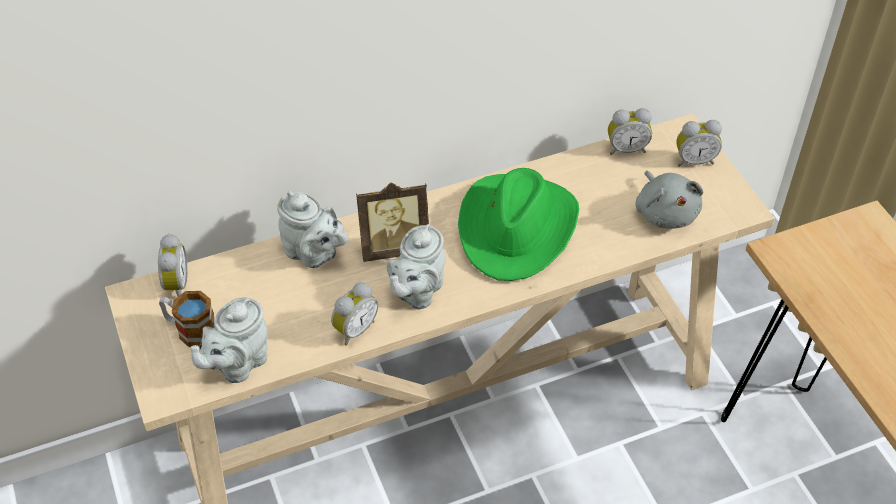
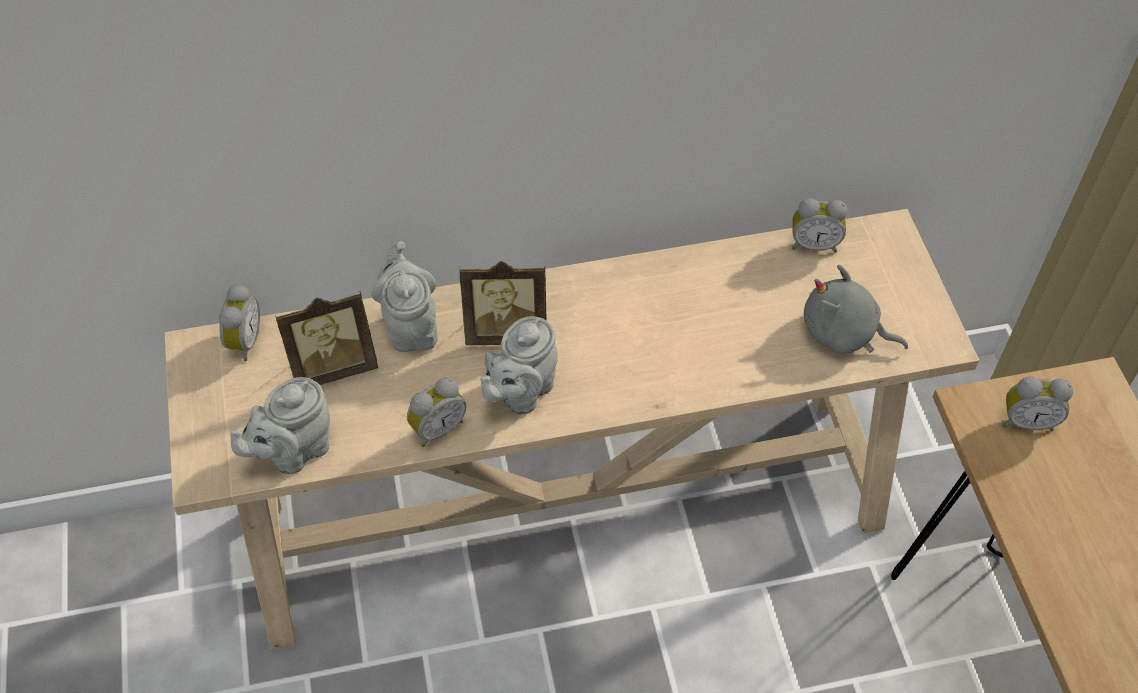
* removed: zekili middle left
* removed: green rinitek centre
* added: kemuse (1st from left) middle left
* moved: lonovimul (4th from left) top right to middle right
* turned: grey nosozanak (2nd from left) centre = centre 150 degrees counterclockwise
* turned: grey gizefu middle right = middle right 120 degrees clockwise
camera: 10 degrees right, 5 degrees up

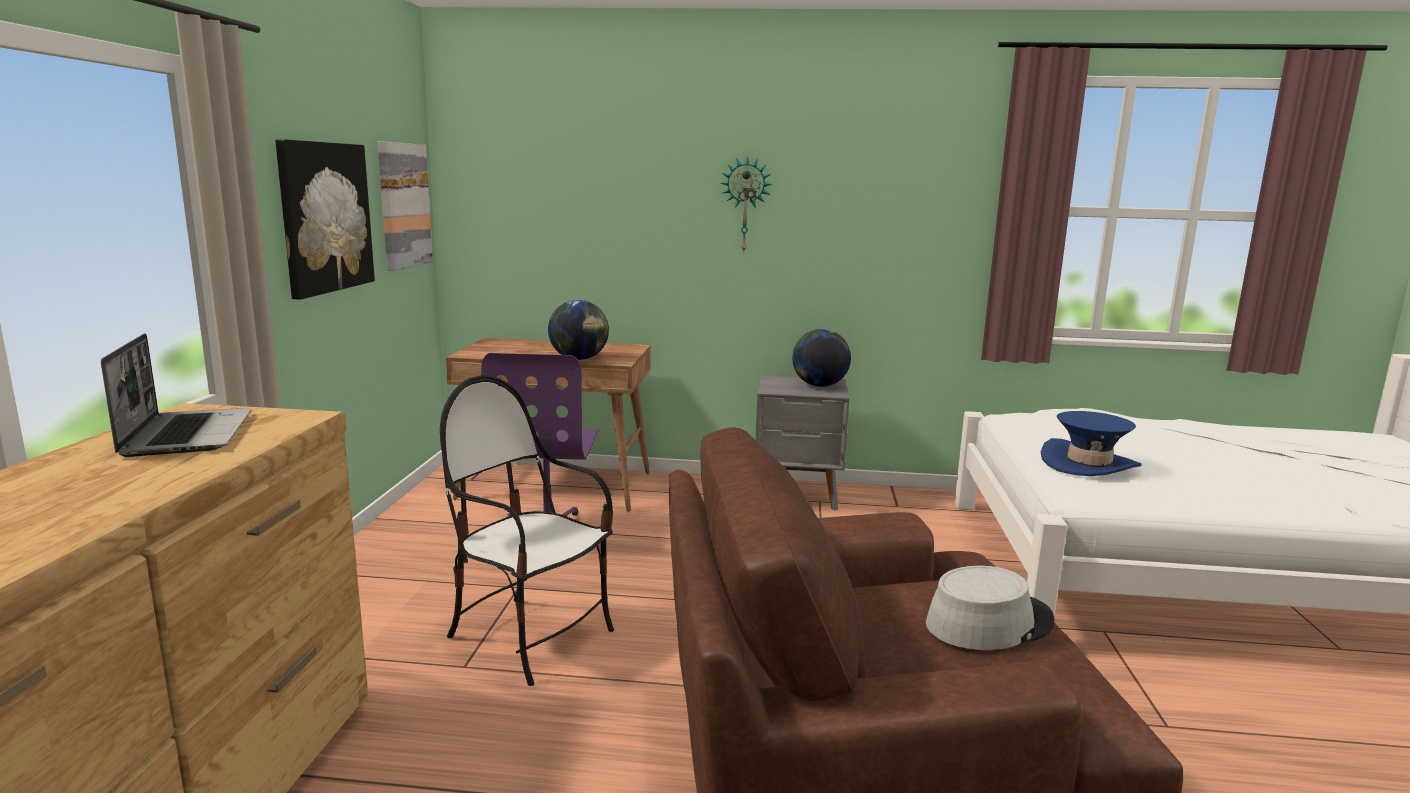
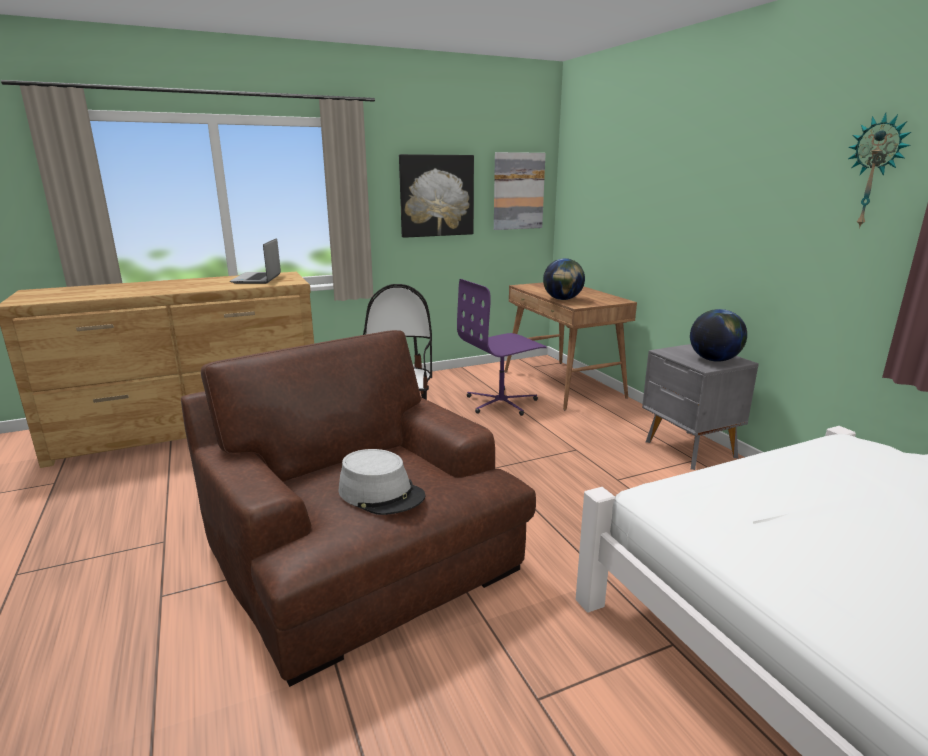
* removed: blue rinitek middle right
* moved: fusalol top centre to top right
* turned: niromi middle left = middle left 135 degrees clockwise
camera: 60 degrees right, 5 degrees up

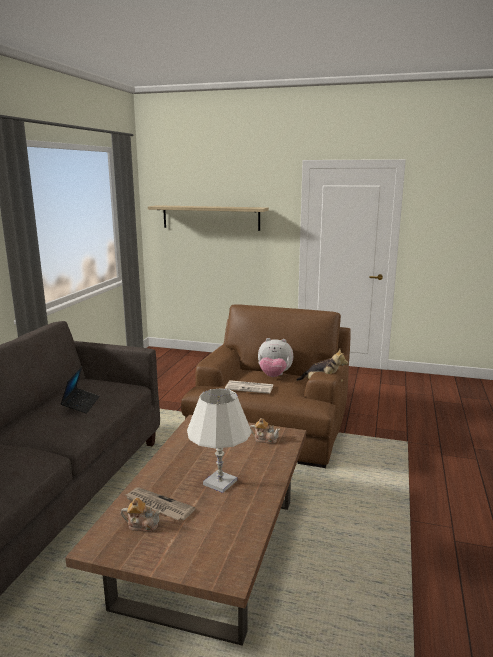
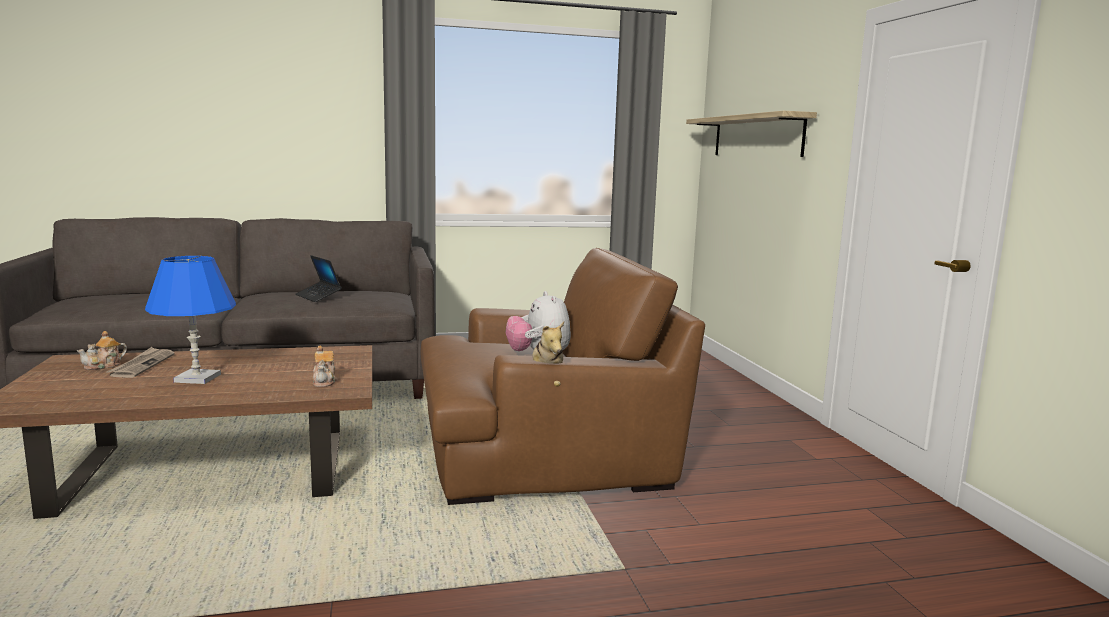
* removed: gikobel (2nd from left) centre
* recoloured: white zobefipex bottom centre to blue zobefipex middle left
* turned: niromi middle left = middle left 75 degrees clockwise
* turned: nosozanak (1st from left) bottom left = middle left 60 degrees clockwise
camera: 60 degrees right, 5 degrees down

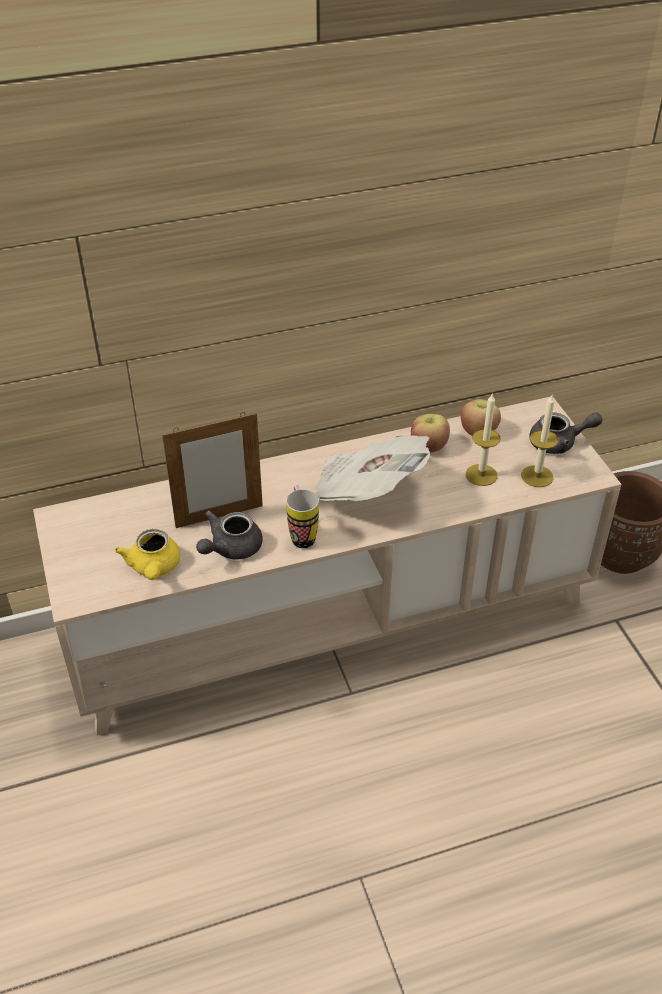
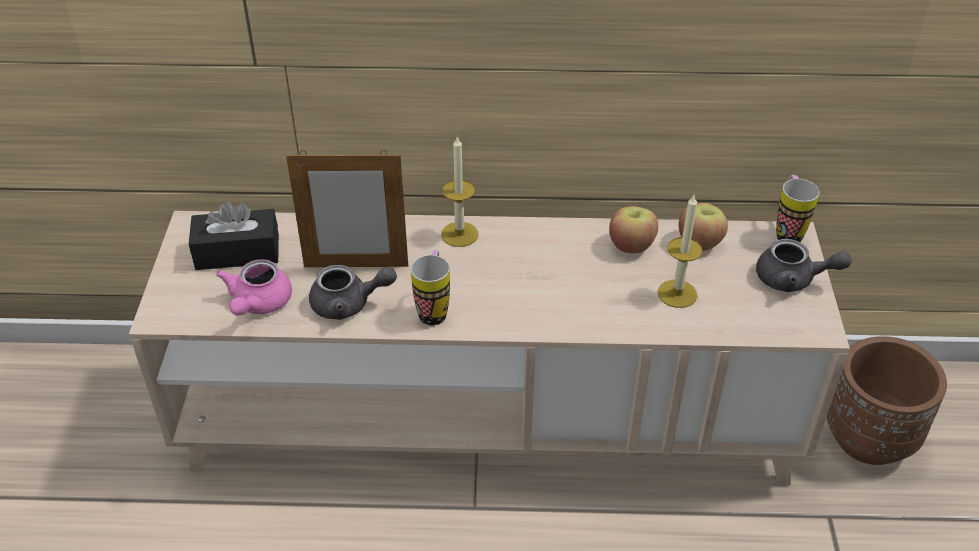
* removed: gikobel centre
* added: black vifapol middle left
* added: zekili (2nd from left) middle right
* moved: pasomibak (2nd from left in the first image) middle right to pasomibak (1st from left) centre
* recoloured: yellow nosozanak middle left to pink nosozanak middle left
* turned: grey nosozanak (1st from left) centre = centre 150 degrees counterclockwise
camera: 20 degrees right, 0 degrees up

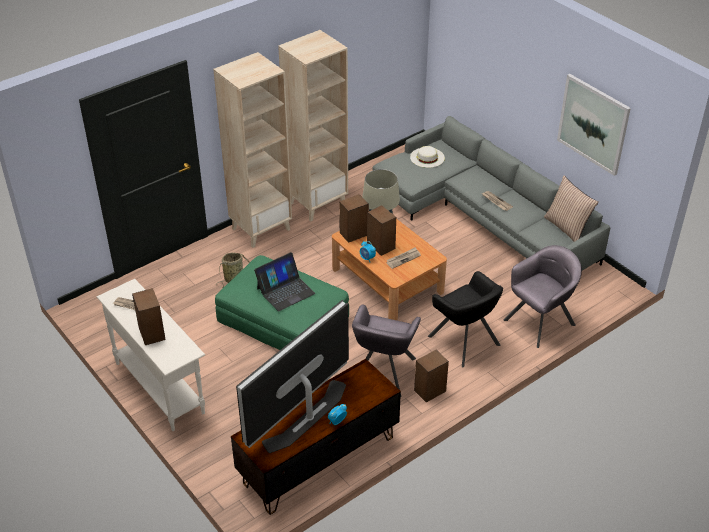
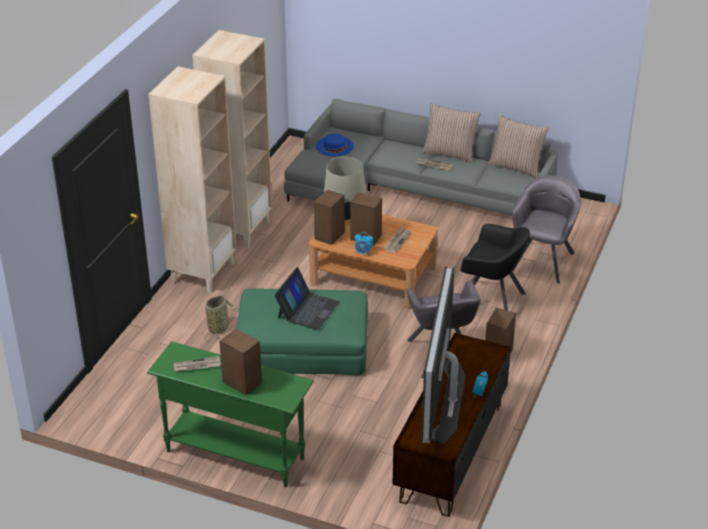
* removed: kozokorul top right
* added: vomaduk (1st from left) top centre
* recoloured: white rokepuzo bottom left to green rokepuzo bottom left
* recoloured: white rinitek top centre to blue rinitek top centre
camera: 30 degrees left, 5 degrees down

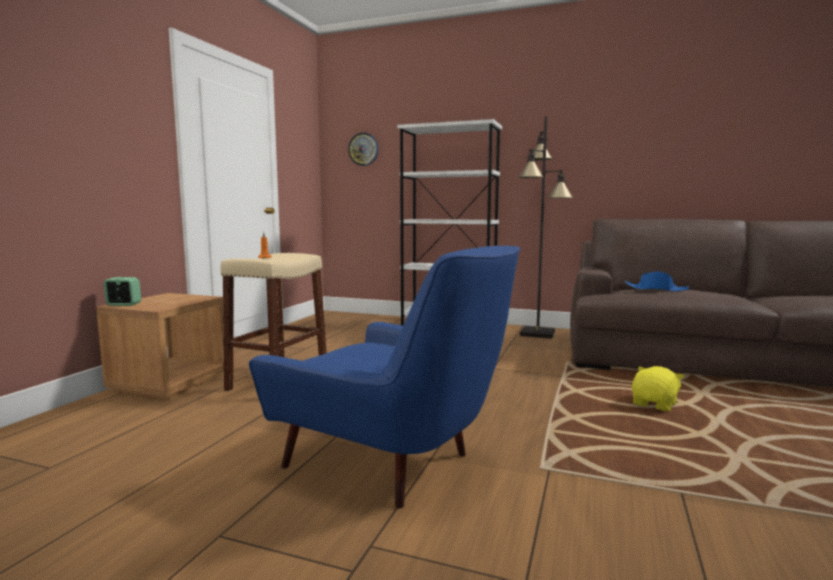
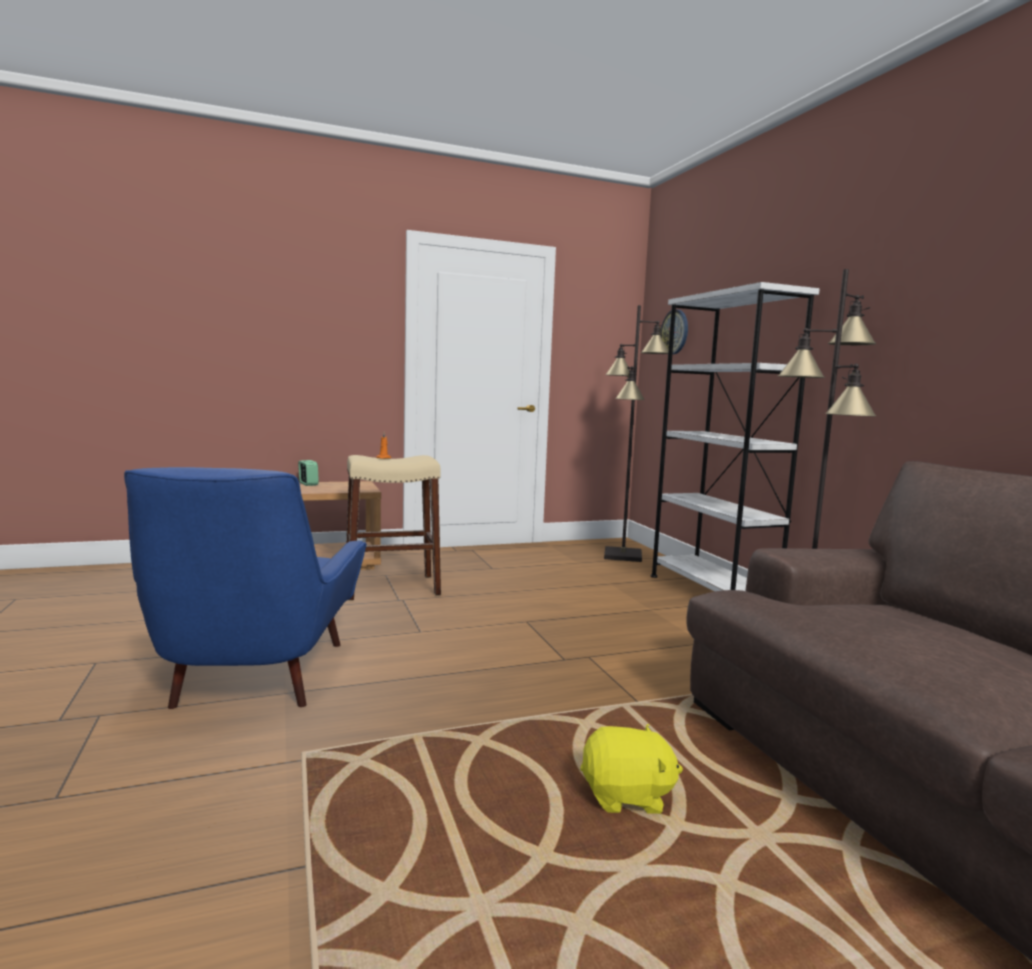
* removed: blue rinitek middle right
* added: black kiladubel (1st from left) centre
camera: 50 degrees right, 0 degrees up

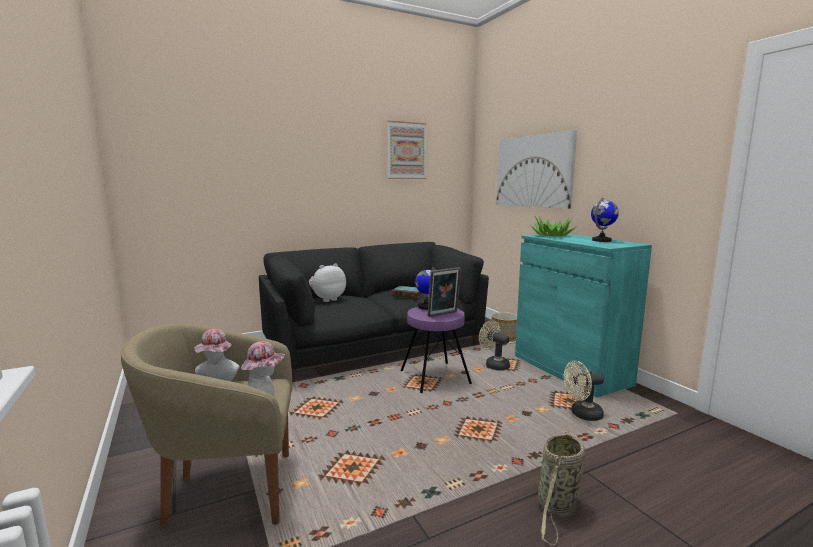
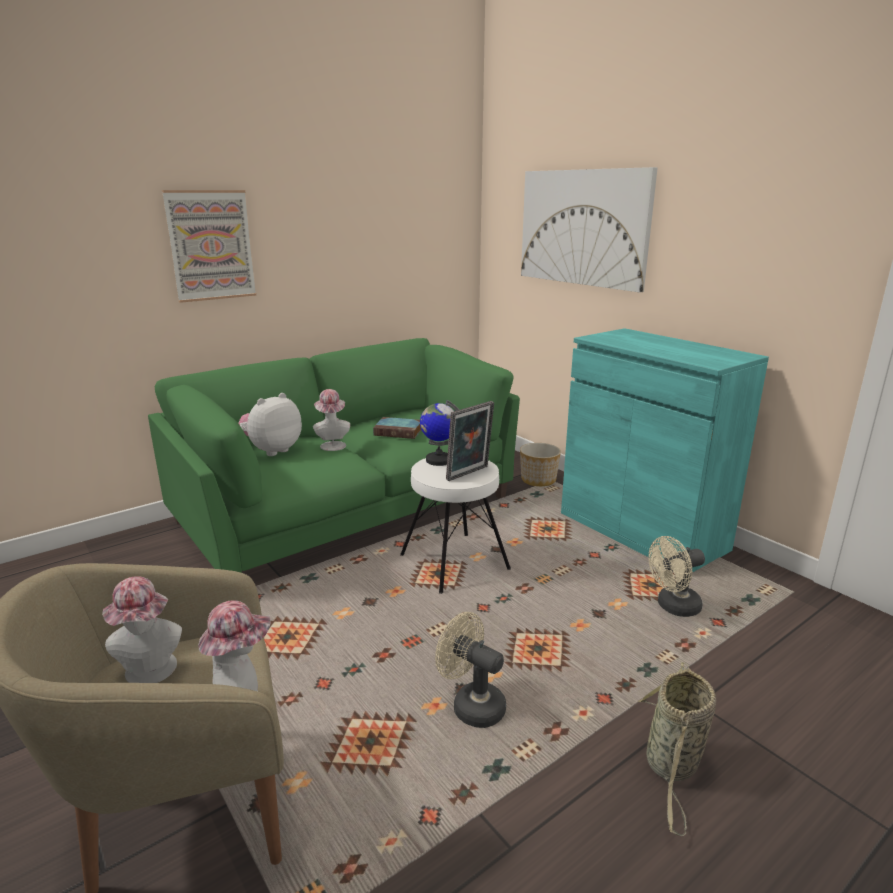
* removed: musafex middle right
* removed: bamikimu (2nd from left) middle right
* added: rinitek (3rd from left) centre
* moved: kozokorul (1st from left) top centre to top left
* moved: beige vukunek (1st from left) centre to bottom centre
* recoloured: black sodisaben centre to green sodisaben centre
* recoloured: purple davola centre to white davola centre
camera: 10 degrees left, 10 degrees up

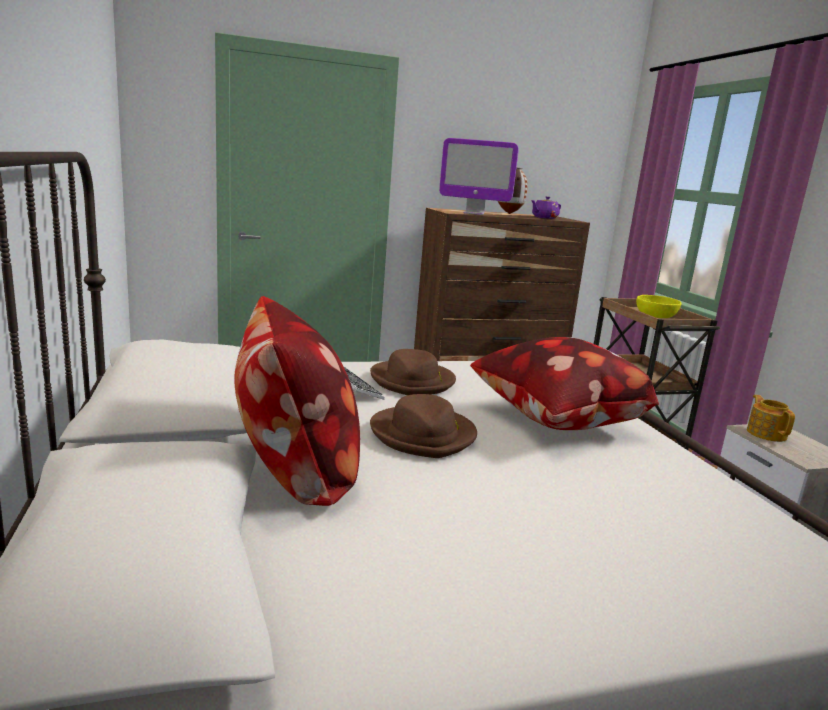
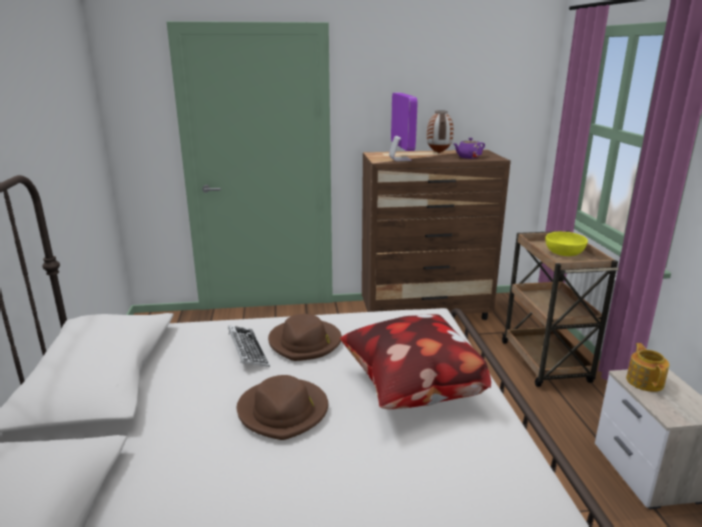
* removed: vomaduk (1st from left) centre
* turned: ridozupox top centre = top centre 120 degrees counterclockwise
camera: 10 degrees right, 5 degrees up

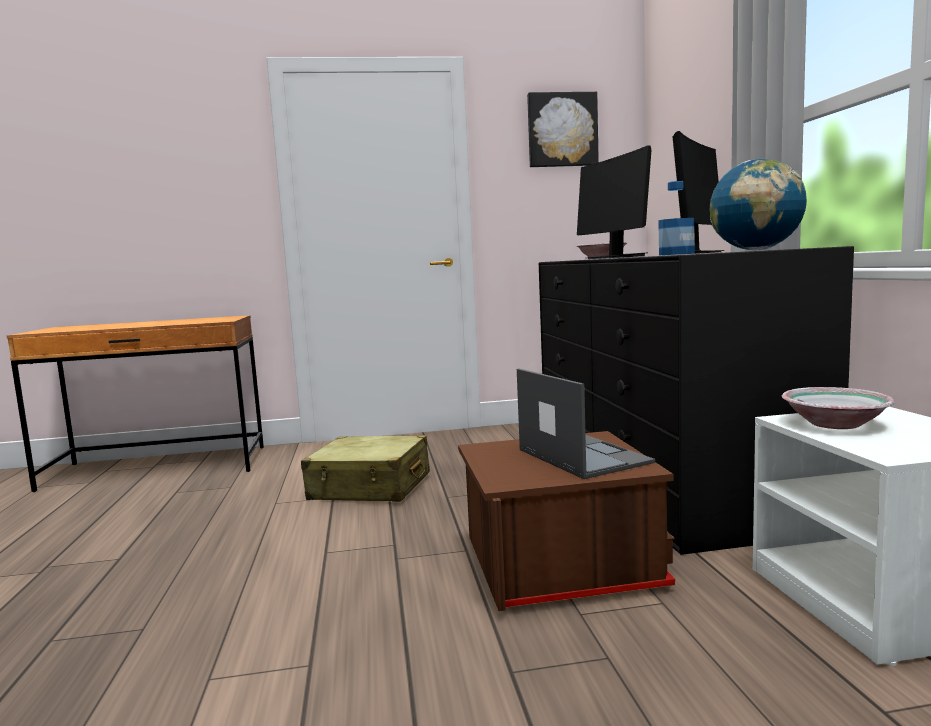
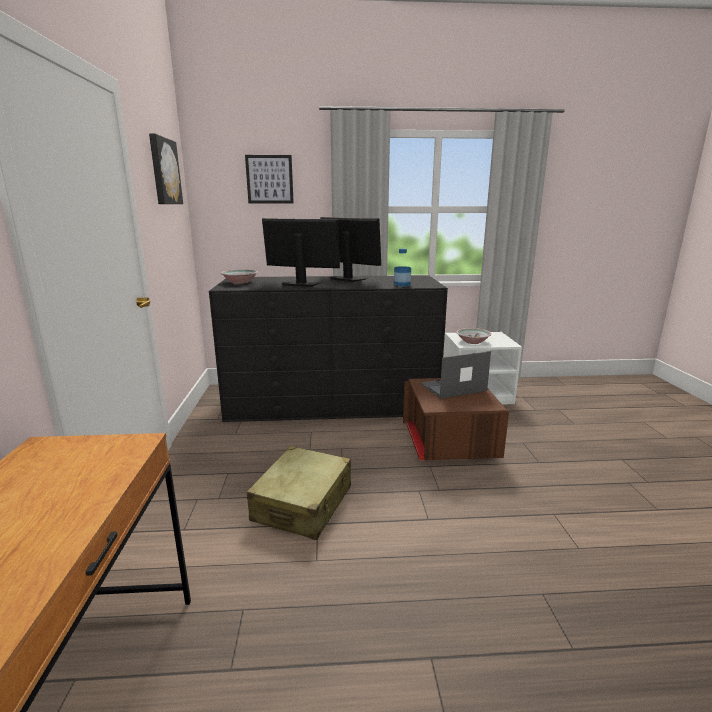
* removed: bamikimu top right
* added: kozokorul (2nd from left) top centre
* turned: ridozupox (1st from left) top centre = centre 150 degrees counterclockwise
camera: 85 degrees left, 10 degrees up

